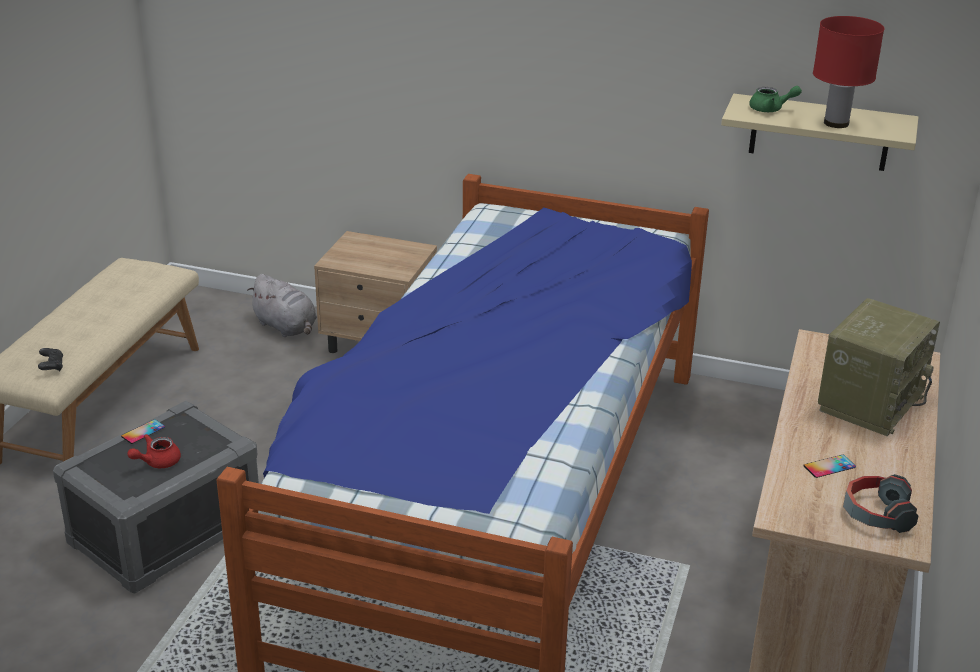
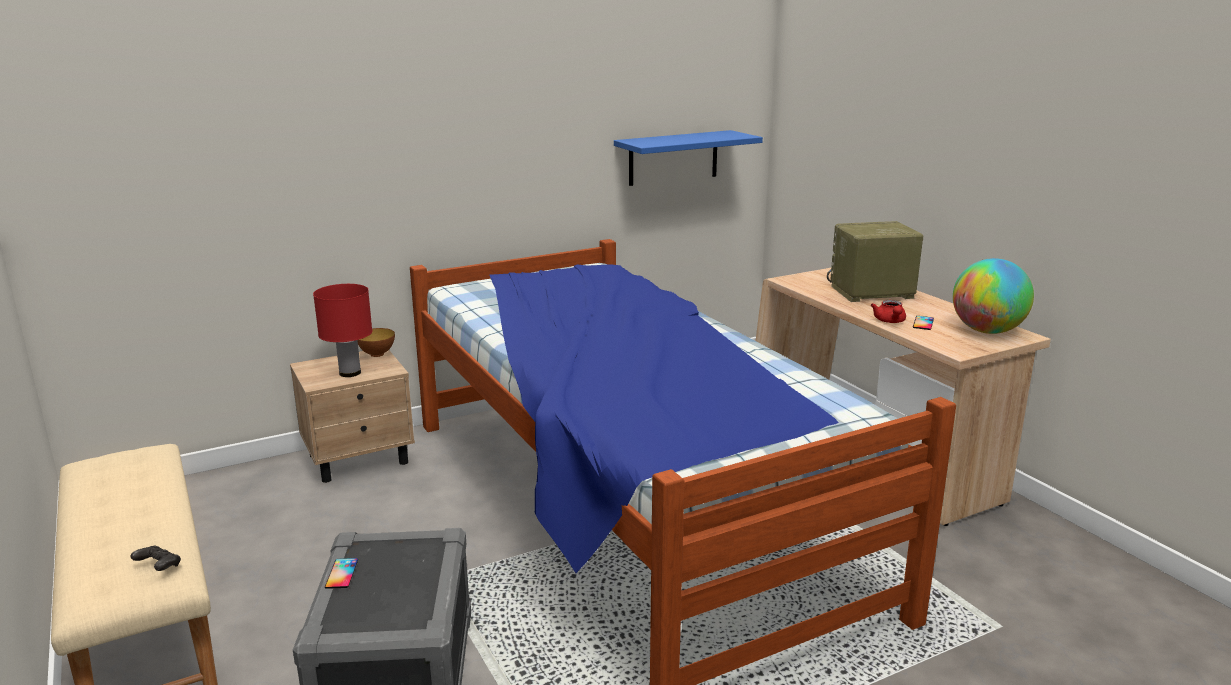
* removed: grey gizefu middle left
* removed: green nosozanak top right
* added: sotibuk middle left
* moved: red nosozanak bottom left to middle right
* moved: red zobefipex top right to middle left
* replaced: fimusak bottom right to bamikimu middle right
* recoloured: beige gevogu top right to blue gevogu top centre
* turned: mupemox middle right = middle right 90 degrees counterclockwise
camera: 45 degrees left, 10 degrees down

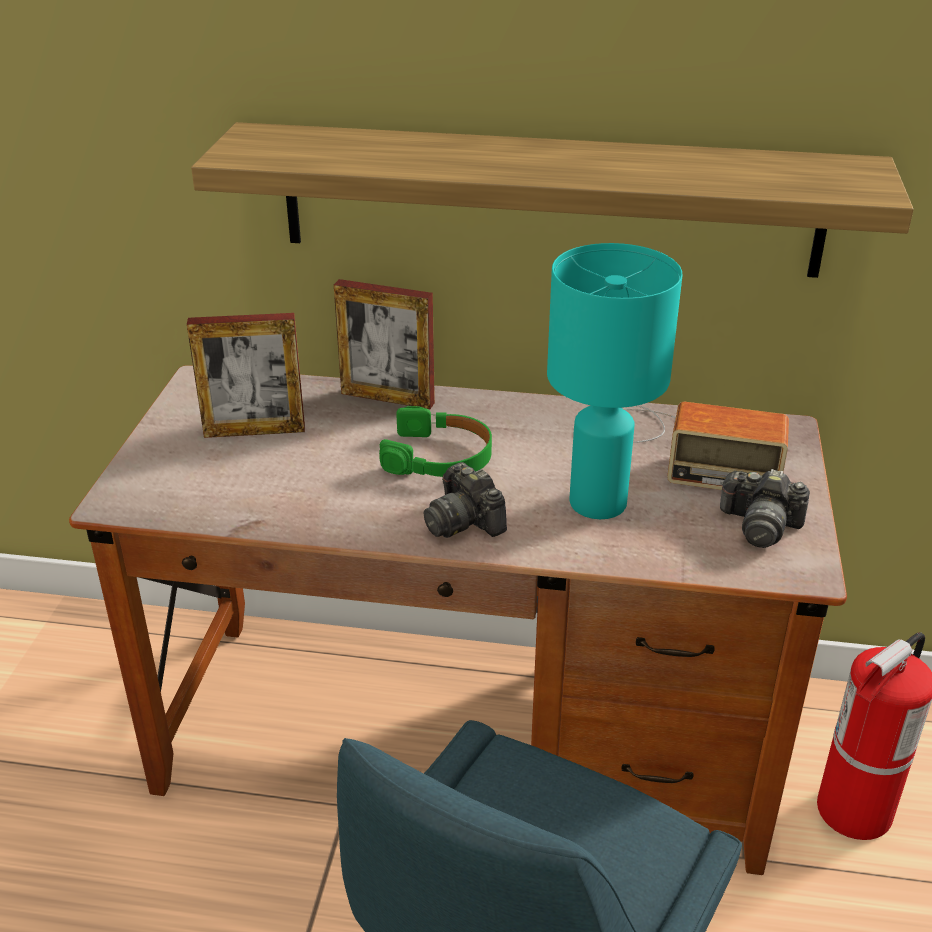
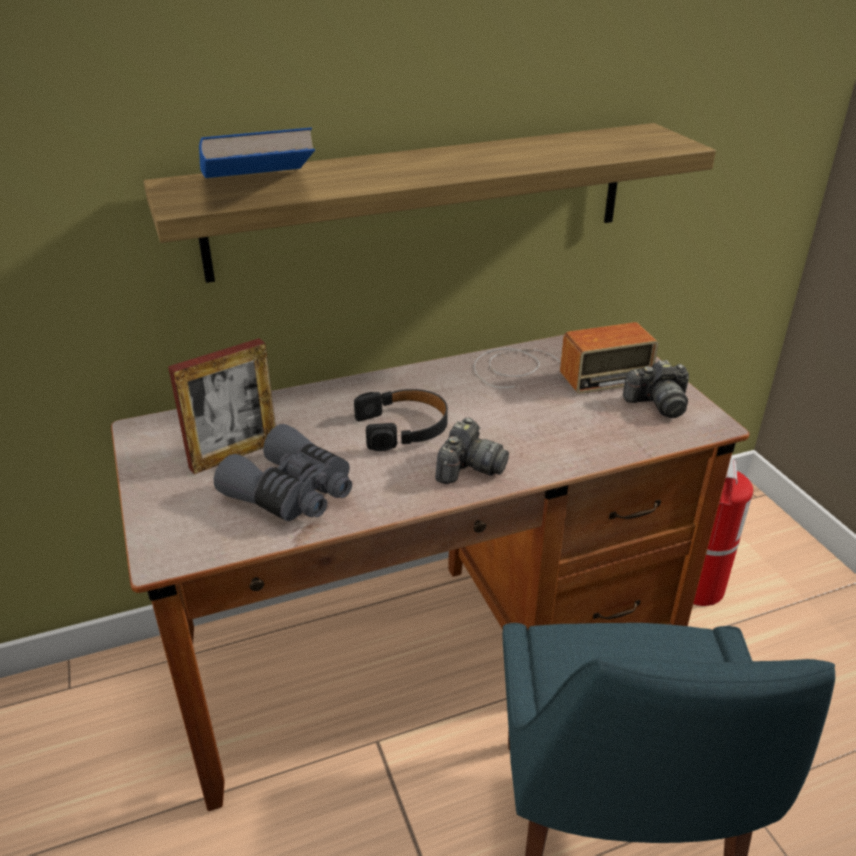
* removed: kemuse (2nd from left) centre
* removed: turquoise zobefipex centre
* added: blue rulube top left
* added: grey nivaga middle left
* recoloured: green fimusak centre to black fimusak centre
* turned: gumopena (1st from left) centre = centre 90 degrees counterclockwise
camera: 30 degrees left, 0 degrees up

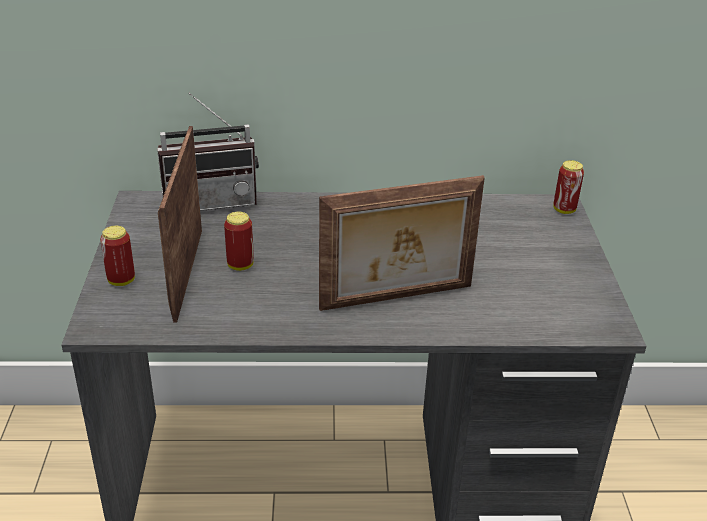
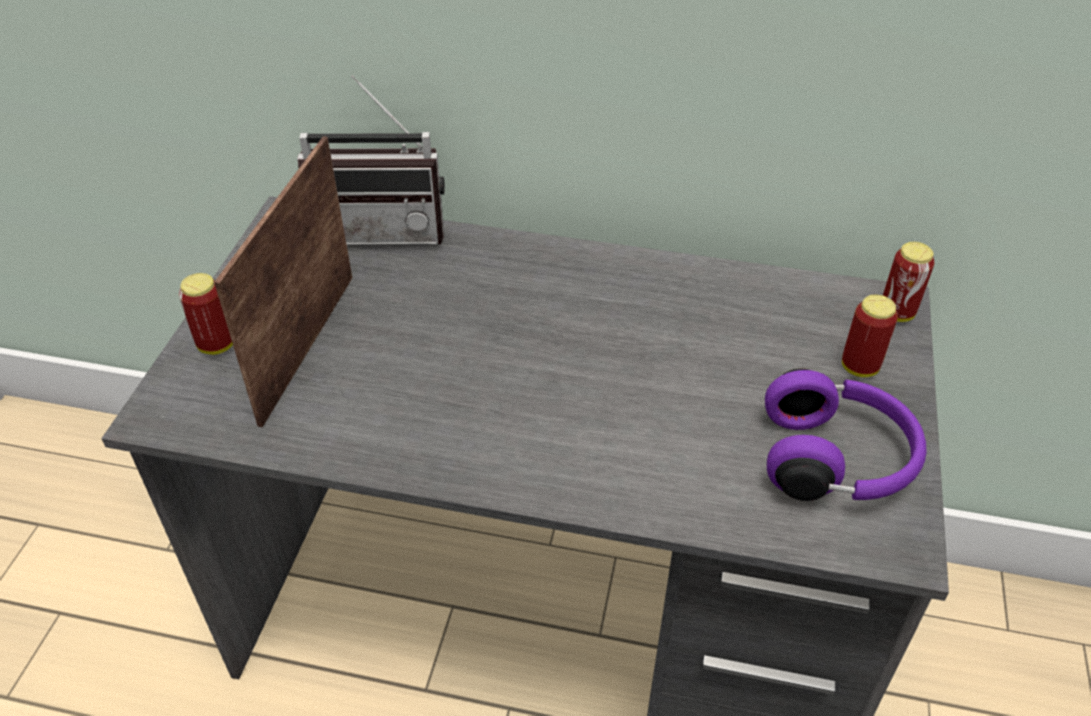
* removed: kemuse (2nd from left) centre
* added: purple fimusak middle right
* moved: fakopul (2nd from left) centre to middle right
camera: 15 degrees right, 10 degrees up

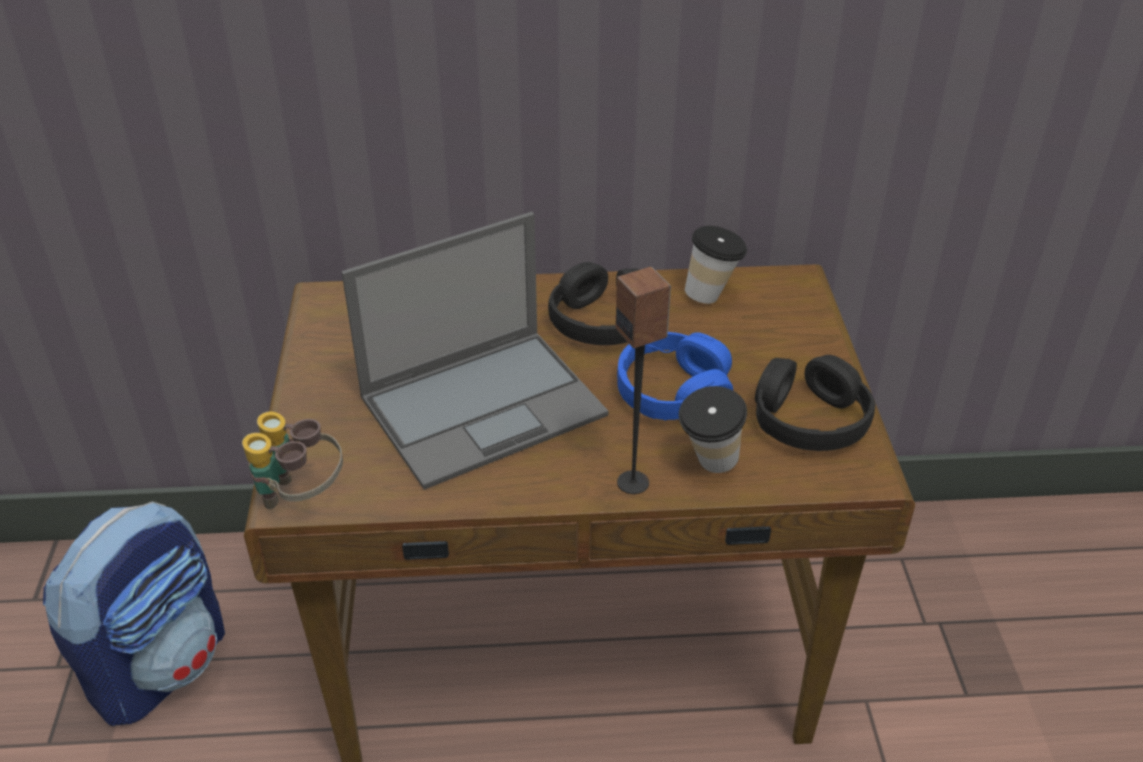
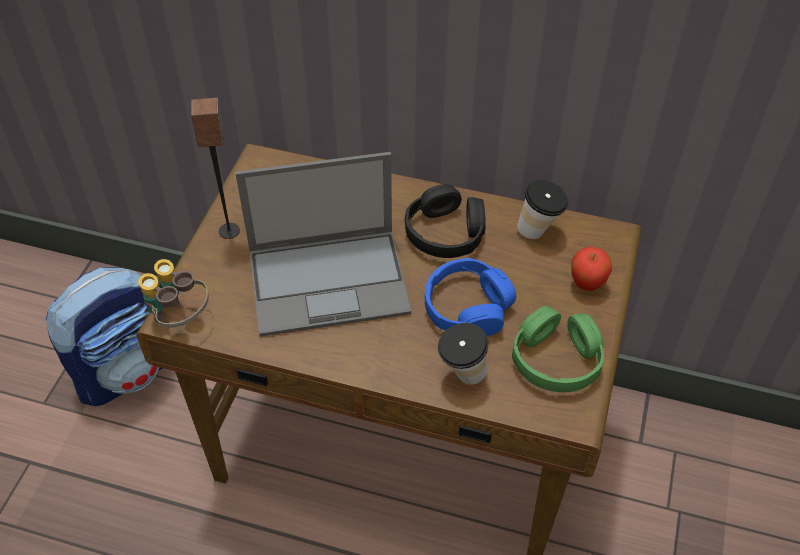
* added: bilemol middle right
* moved: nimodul centre to top left
* recoloured: black fimusak (2nd from left) middle right to green fimusak middle right
camera: 20 degrees right, 10 degrees up

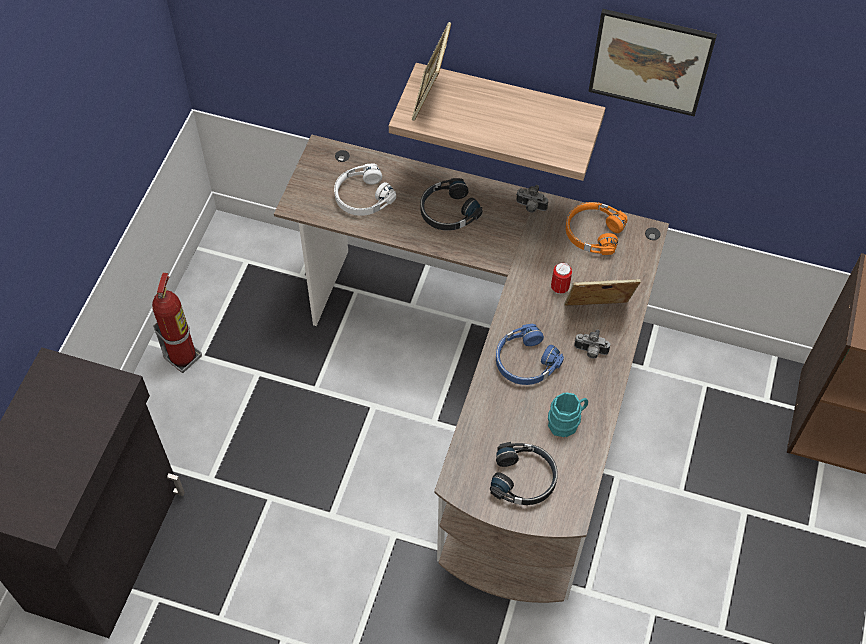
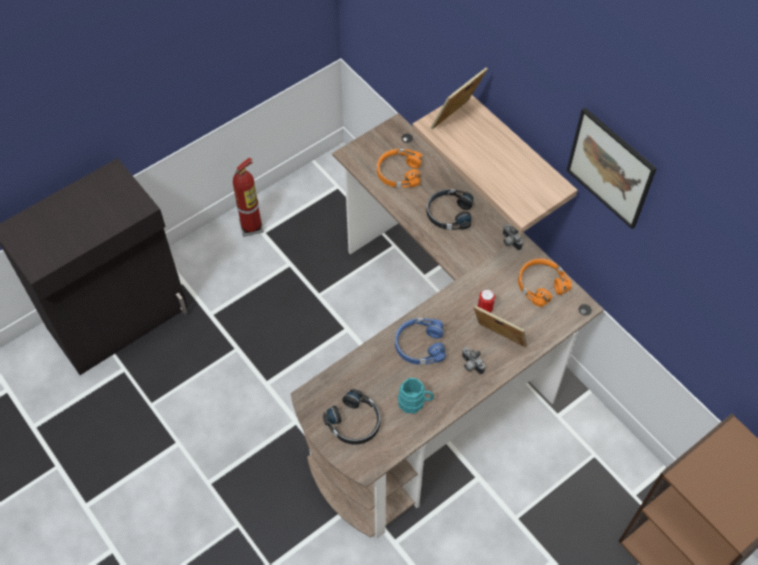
* recoloured: white fimusak top centre to orange fimusak (1st from left) top centre
camera: 35 degrees right, 0 degrees up

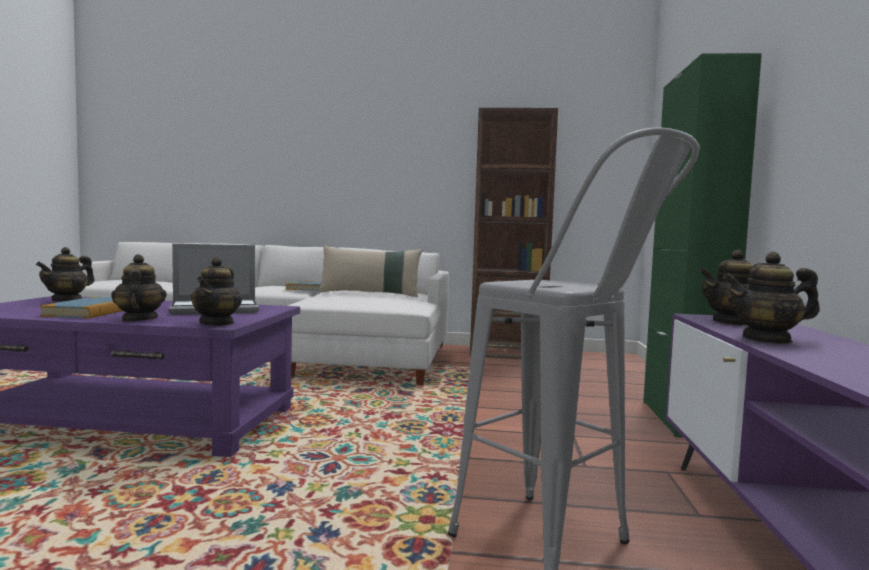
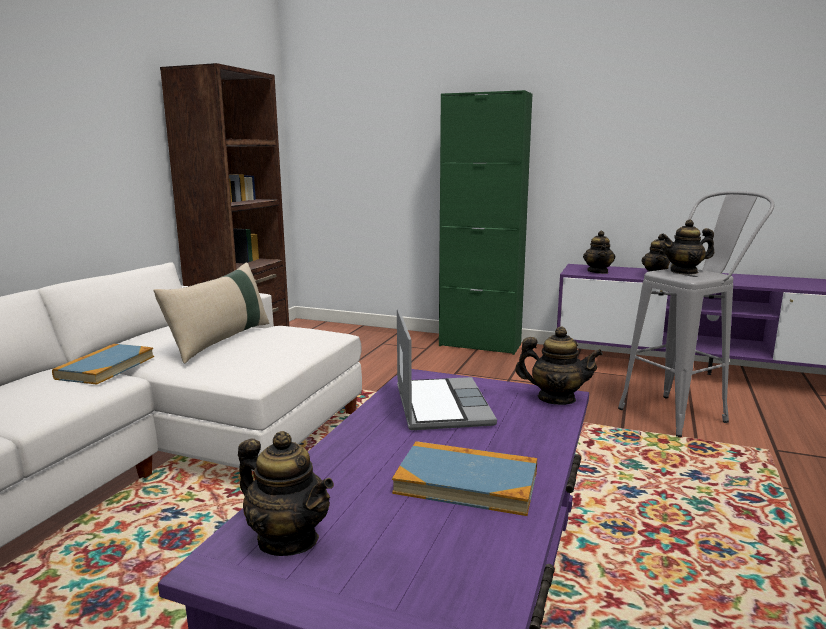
* moved: nosozanak (2nd from left in the first image) middle left to nosozanak (5th from left) middle right
camera: 75 degrees left, 10 degrees up

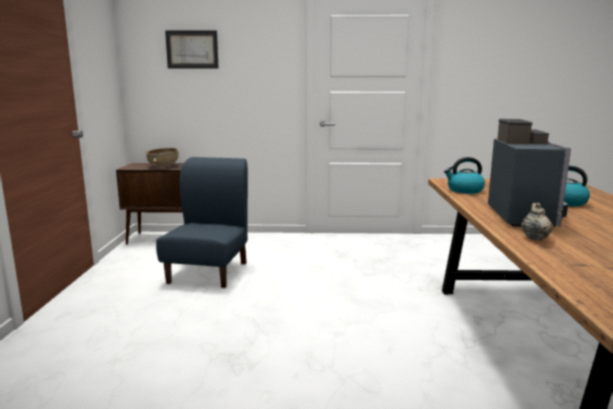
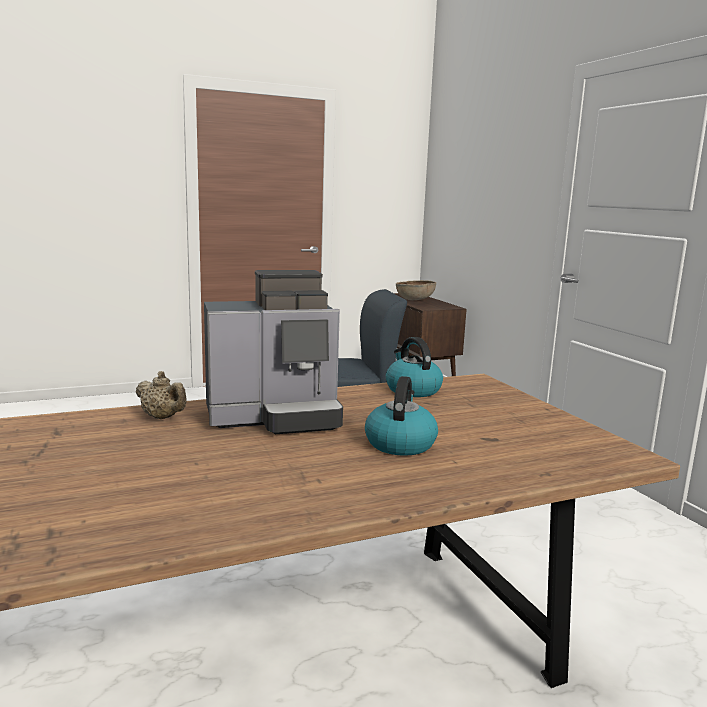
* removed: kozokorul top left
* turned: beige nosozanak middle right = middle left 45 degrees clockwise
camera: 65 degrees right, 0 degrees up

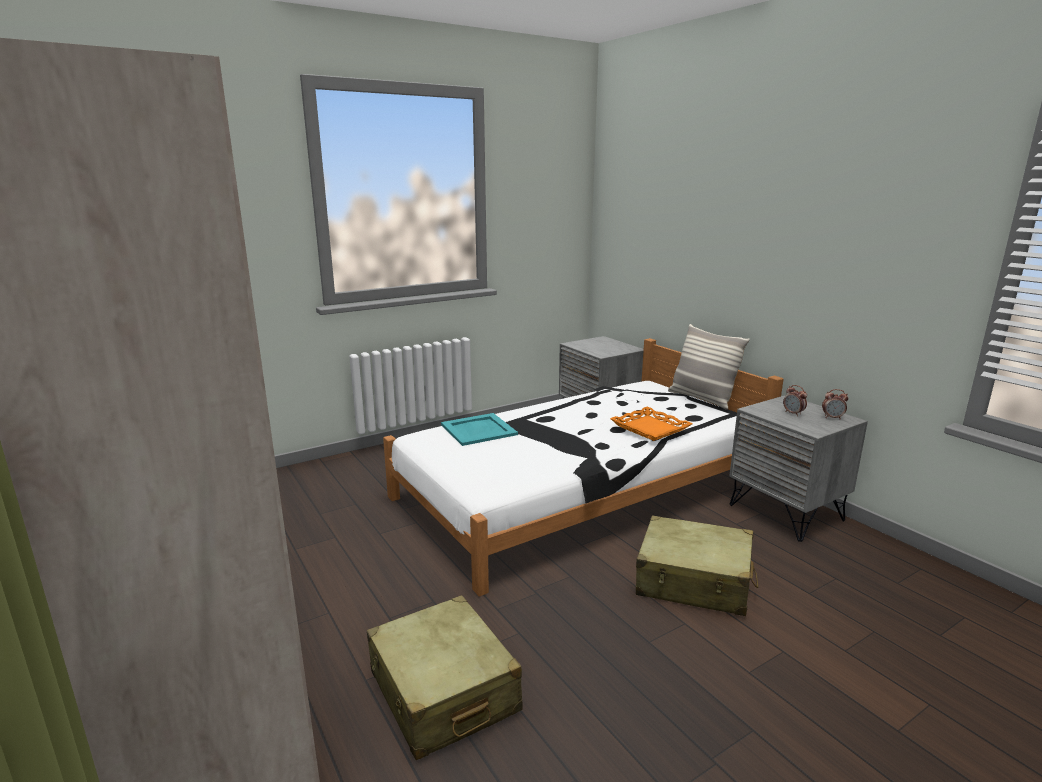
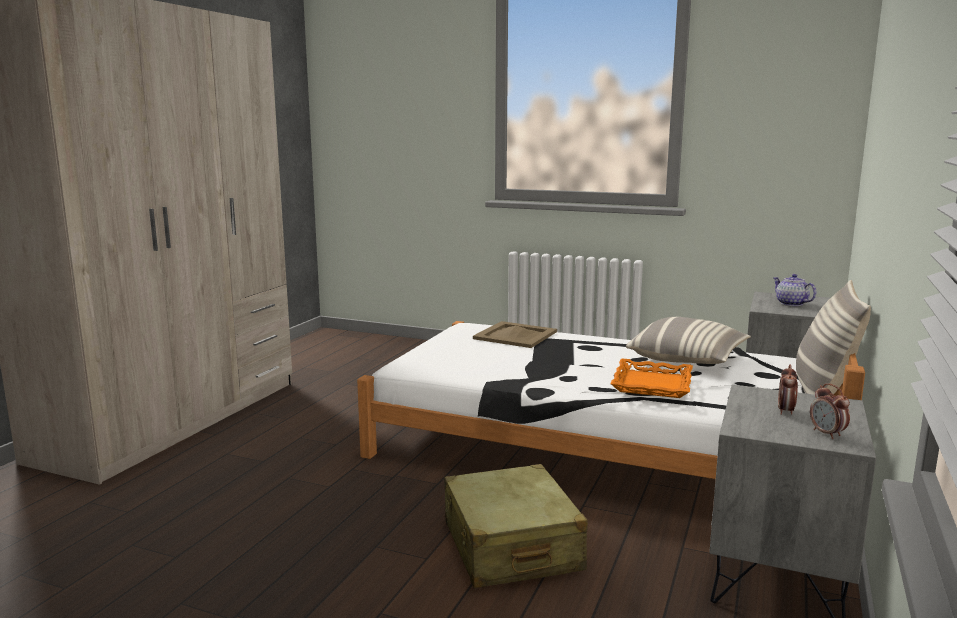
* removed: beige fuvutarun (1st from left) bottom centre
* added: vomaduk (1st from left) middle right
* added: nosozanak middle right
* recoloured: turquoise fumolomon centre to beige fumolomon centre
camera: 55 degrees right, 5 degrees down

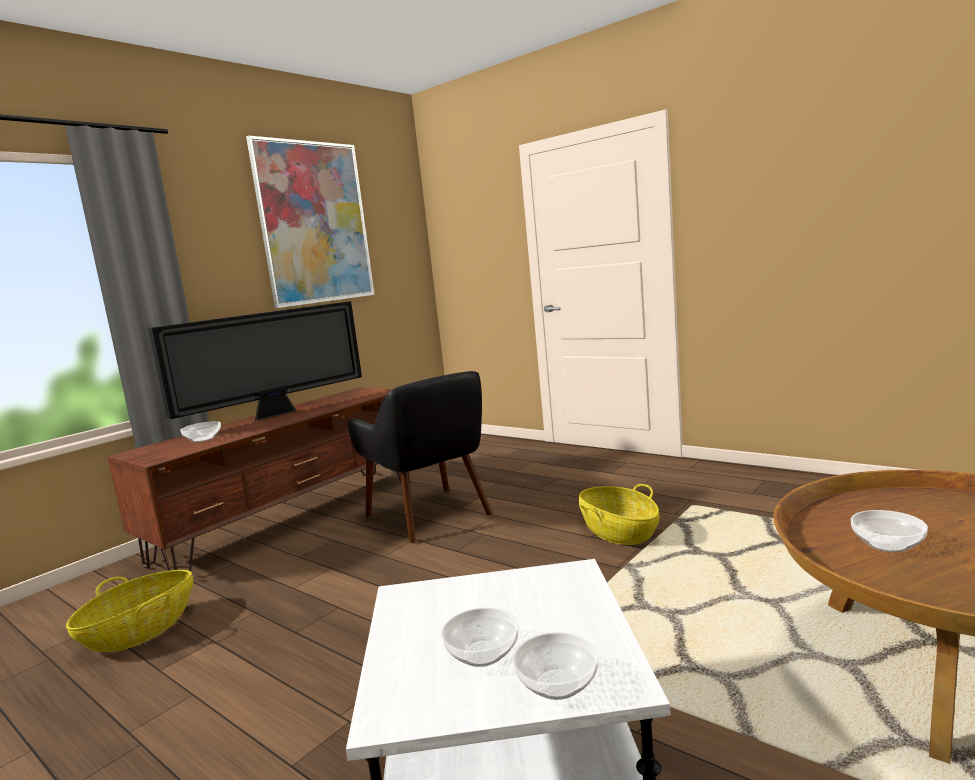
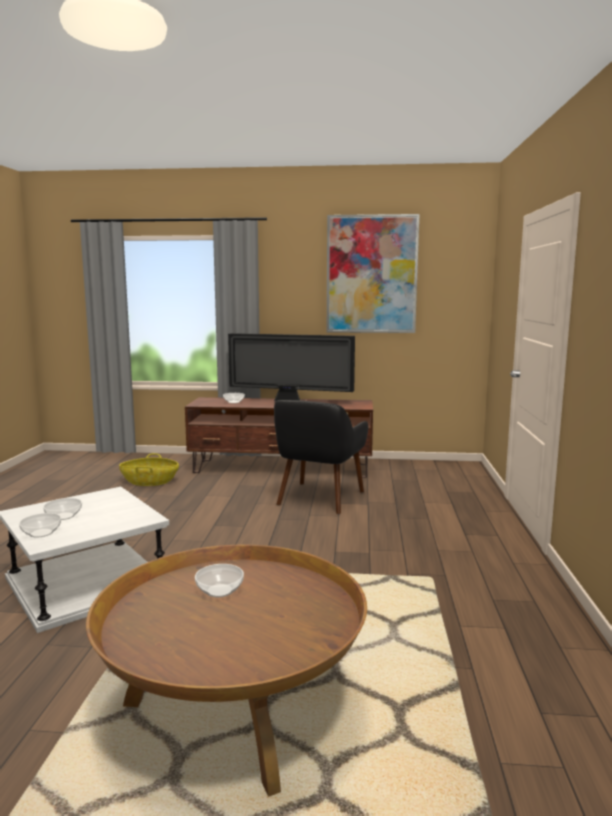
* removed: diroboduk (2nd from left) centre
camera: 55 degrees right, 0 degrees up

